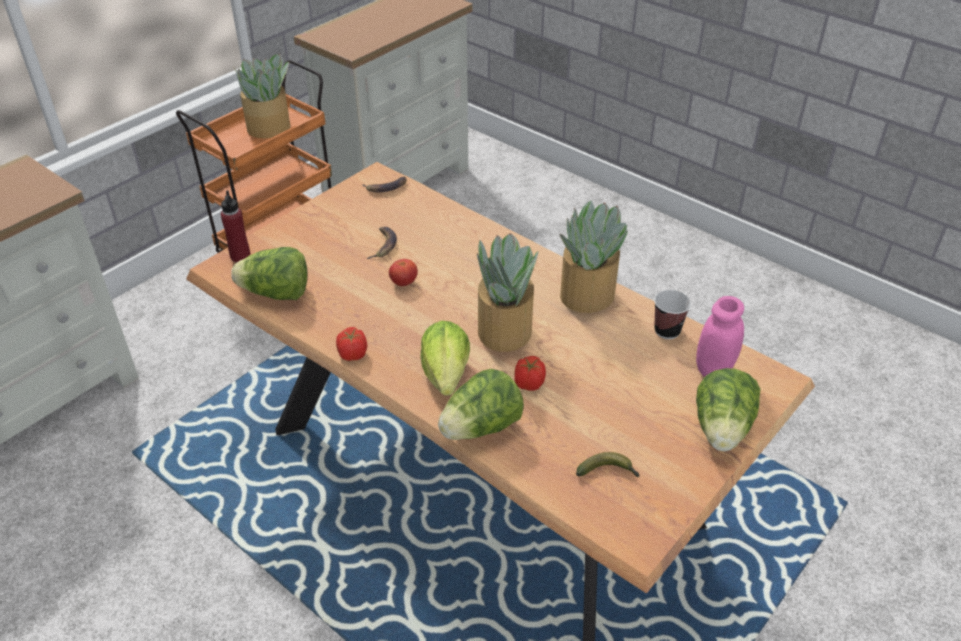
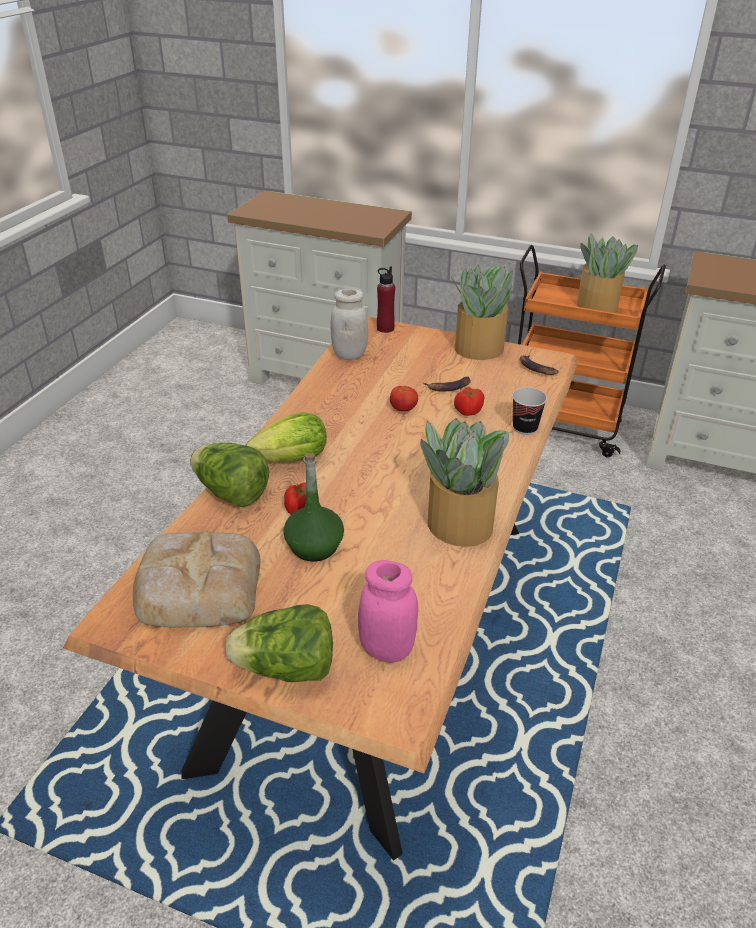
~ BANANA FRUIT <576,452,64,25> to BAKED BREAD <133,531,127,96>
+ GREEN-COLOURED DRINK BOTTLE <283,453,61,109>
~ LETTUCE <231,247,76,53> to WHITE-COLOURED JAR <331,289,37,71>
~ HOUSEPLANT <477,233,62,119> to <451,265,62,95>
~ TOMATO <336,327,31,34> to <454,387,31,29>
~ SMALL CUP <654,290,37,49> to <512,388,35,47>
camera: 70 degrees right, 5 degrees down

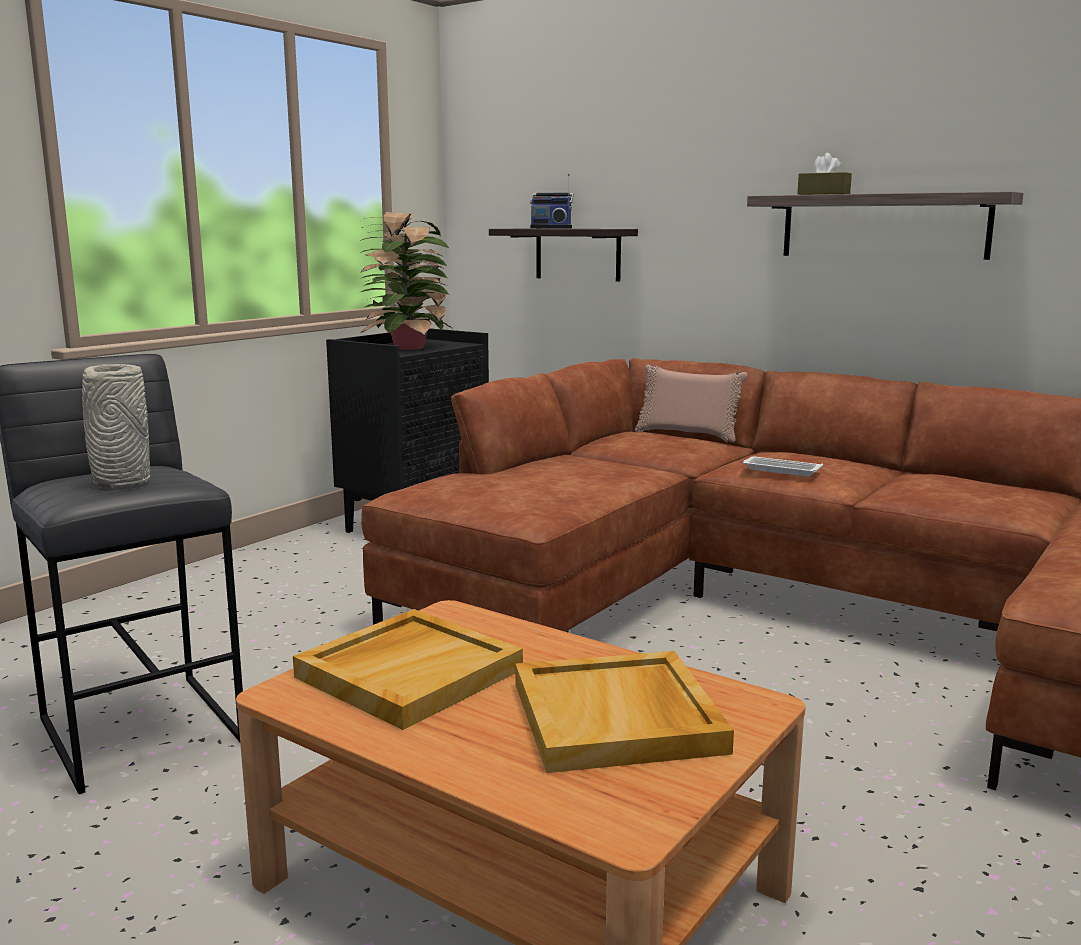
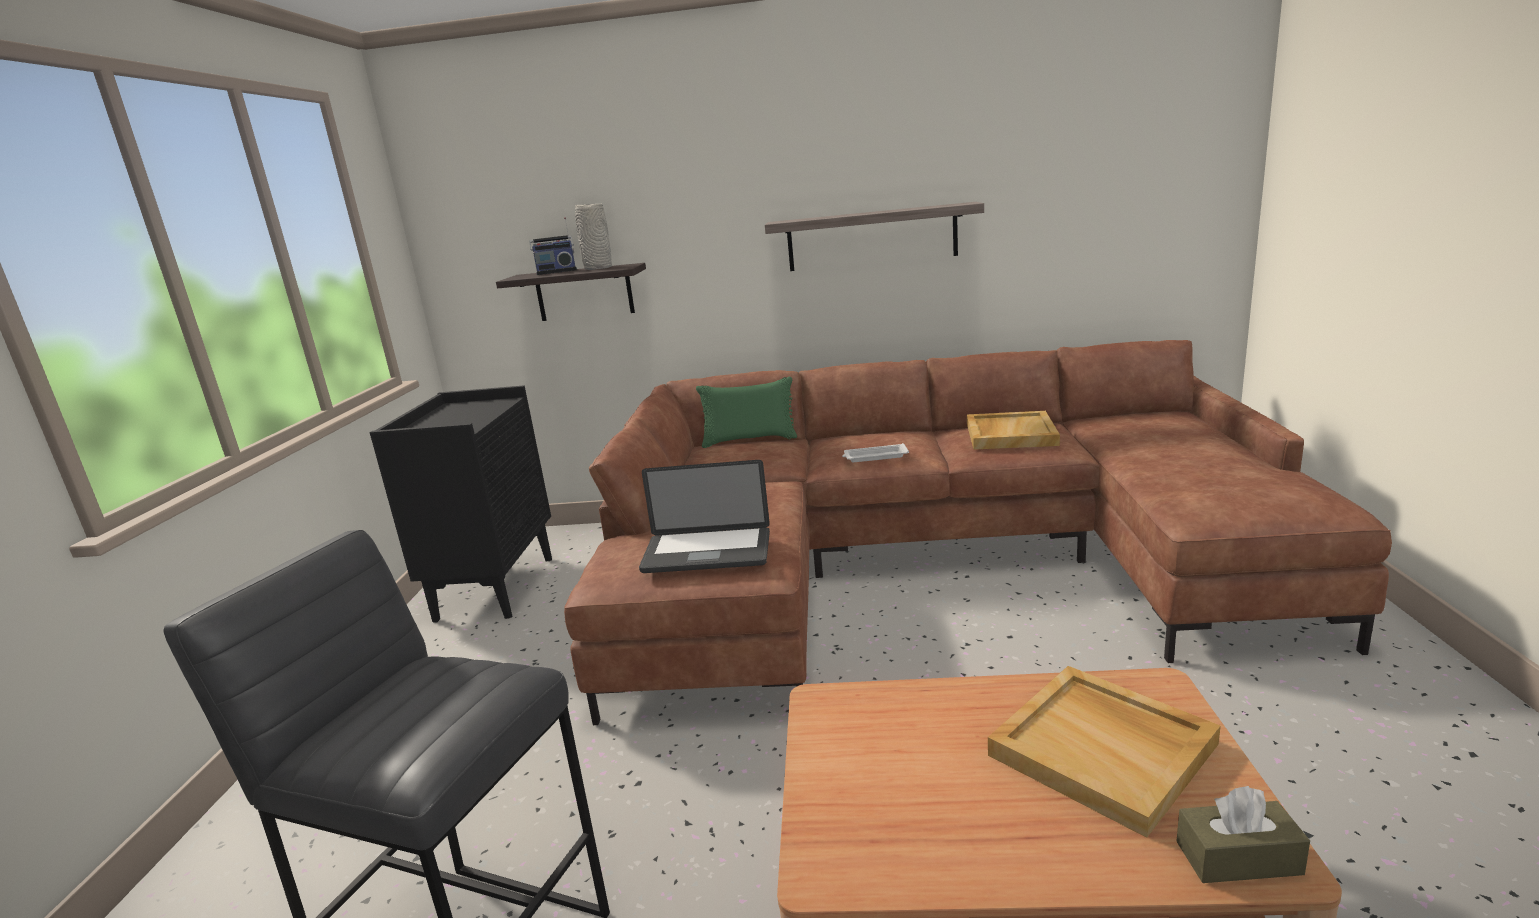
~ GREYISH VASE <82,364,68,126> to <575,204,37,66>
+ LAPTOP <639,460,131,113>
~ SAND-COLOURED CUSHION <635,365,112,78> to GREEN-COLOURED CUSHION <696,377,101,71>
~ SAND-COLOURED SERVING TRAY <293,609,230,121> to <967,411,93,38>
~ BROWN BOX OF TISSUES <797,153,55,42> to <1176,786,134,97>
- HOUSEPLANT <359,212,95,138>
camera: 30 degrees left, 5 degrees up

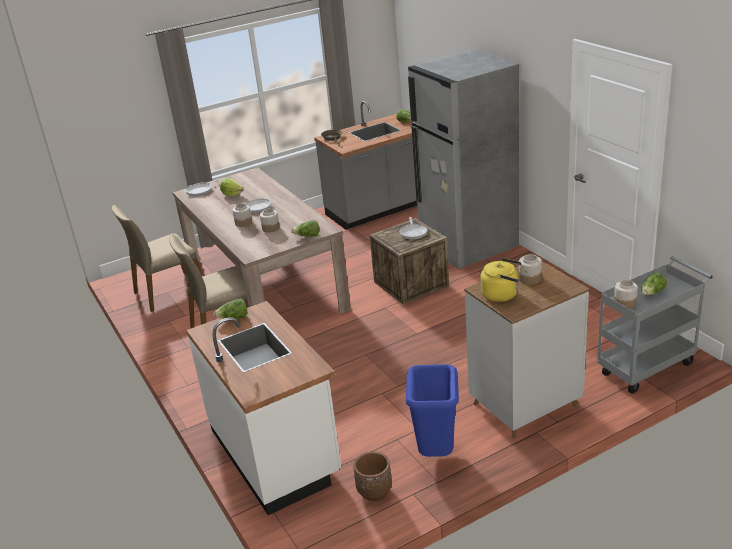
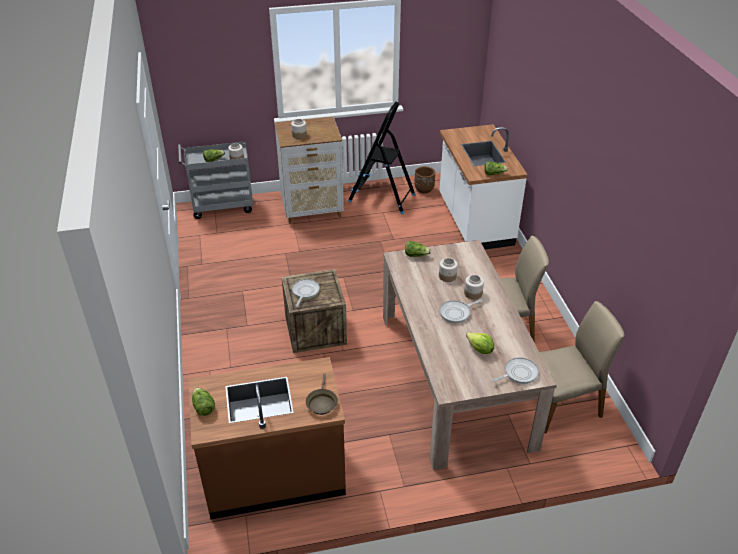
~ GREYISH COUNTER <314,101,103,129> to BROWN COUNTER <189,357,157,162>
~ BLUISH WASTE BIN <406,364,53,93> to BLACK STEP STOOL <348,101,68,113>
- GREYISH REFRIGERATOR <408,50,111,219>
- YELLOW WATER KETTLE <480,258,42,44>
camera: 165 degrees left, 10 degrees up

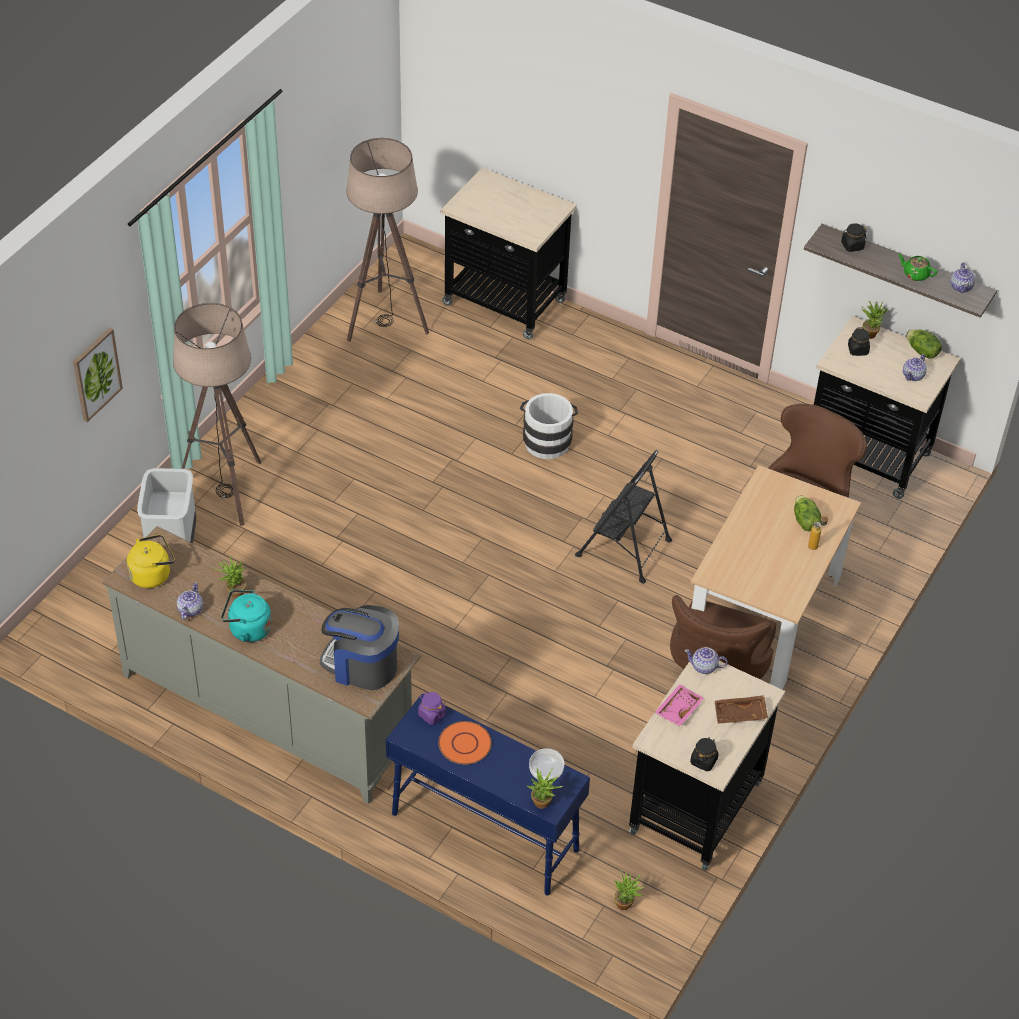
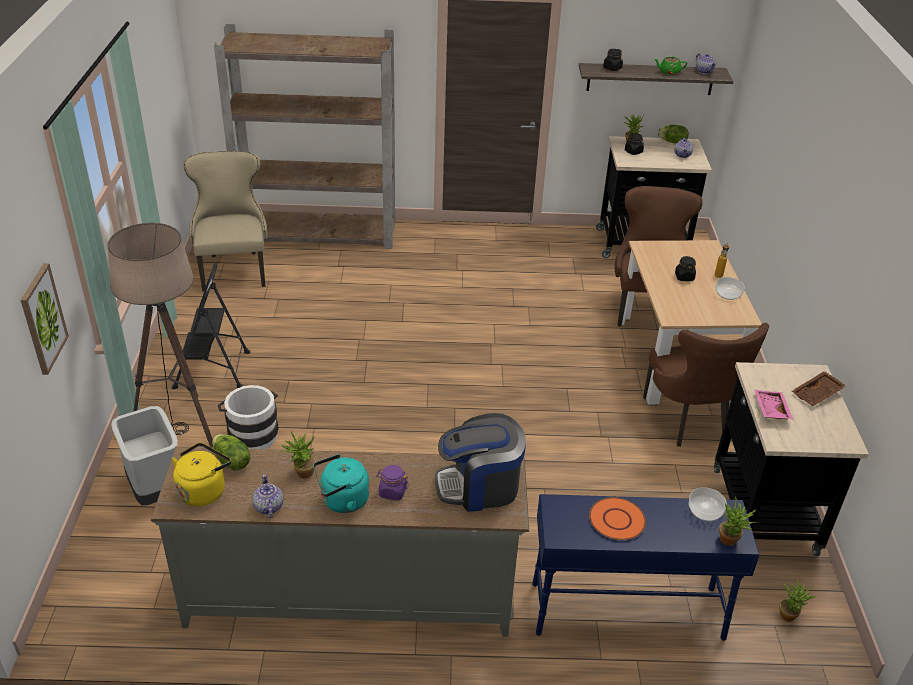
~ BLACK STEP STOOL <575,450,97,134> to <172,262,78,127>
~ STANDING LAMP <346,138,83,204> to SAND-COLOURED UPRIGHT CHAIR <183,151,85,140>
~ LETTUCE <794,495,27,36> to <212,434,38,37>
~ BLACK WHEELED CART <441,168,136,172> to BROWN BOOKCASE <214,24,181,225>
~ WHITE-COLOURED WATER BUCKET <520,393,58,66> to <218,385,61,64>
~ PURPLISH JAR <418,692,28,33> to <376,465,33,36>
~ BLACK JAR <690,737,28,34> to <675,256,21,25>
+ BOWL <716,277,29,23>
- TEAPOT <684,647,44,27>
camera: 30 degrees left, 10 degrees down

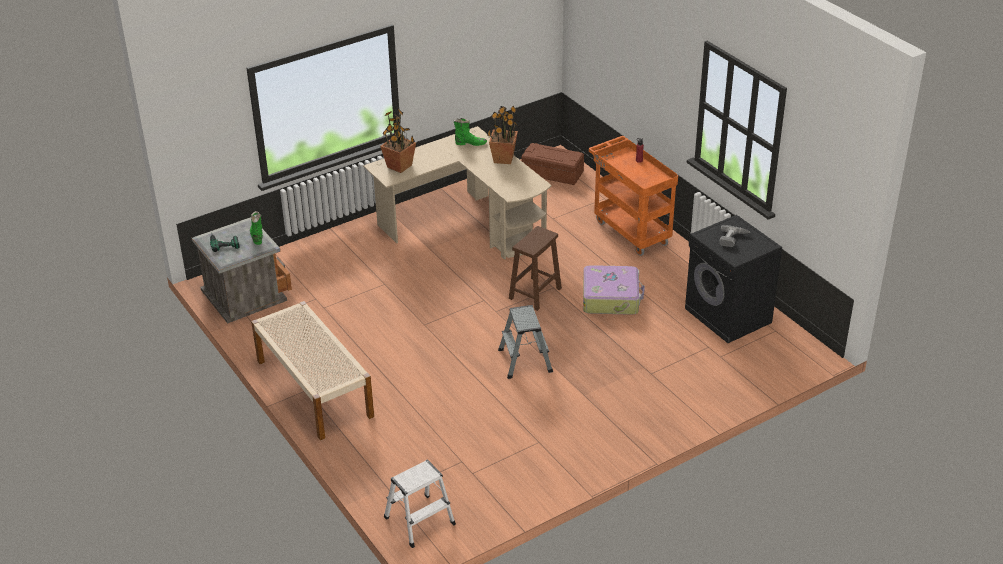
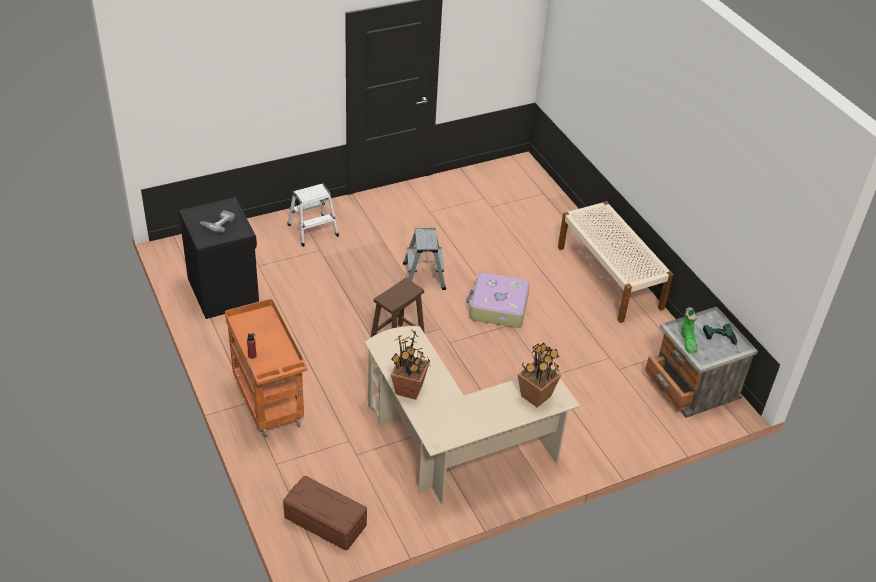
~ WHITE-COLOURED STEP STOOL <384,459,72,89> to <287,183,52,64>
~ PIECE OF LUGGAGE <583,265,62,50> to <466,273,64,55>
- GREEN-COLOURED TALL BOOT <453,118,34,28>
camera: 175 degrees left, 5 degrees up

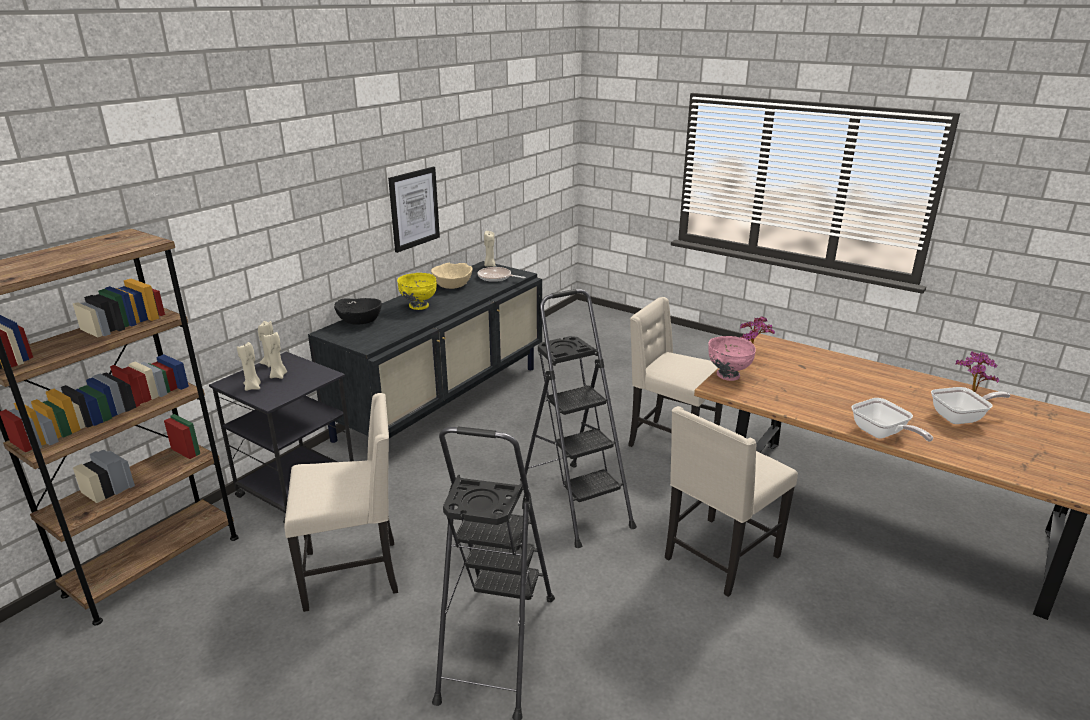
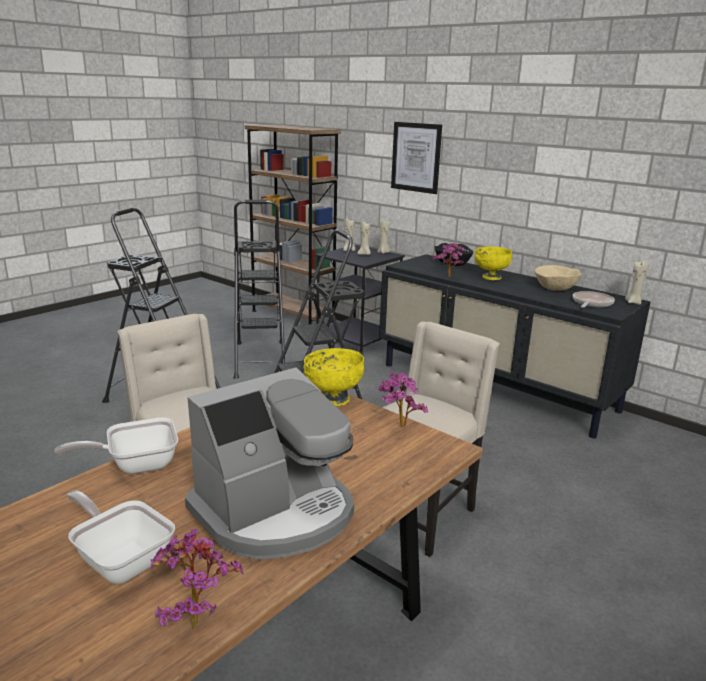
~ SKILLET <931,387,80,37> = <66,490,109,94> 135 degrees clockwise
+ COFFEE MAKER <185,367,169,193>
~ SAND-COLOURED UPRIGHT CHAIR <284,393,114,219> to STEP STOOL <233,200,52,179>
~ PINK-COLOURED BOWL <708,336,47,45> to YELLOW BOWL <303,348,61,58>
~ WALL ART <388,167,52,86> to <391,122,51,72>
+ HOUSEPLANT <432,243,33,34>
camera: 95 degrees right, 5 degrees down

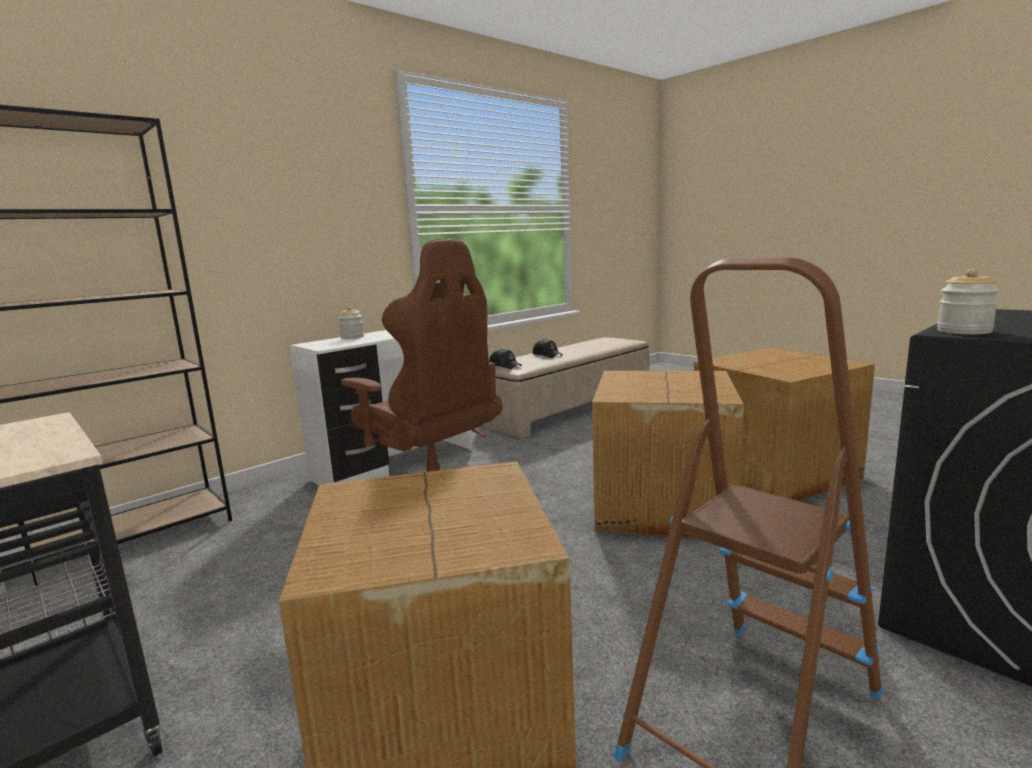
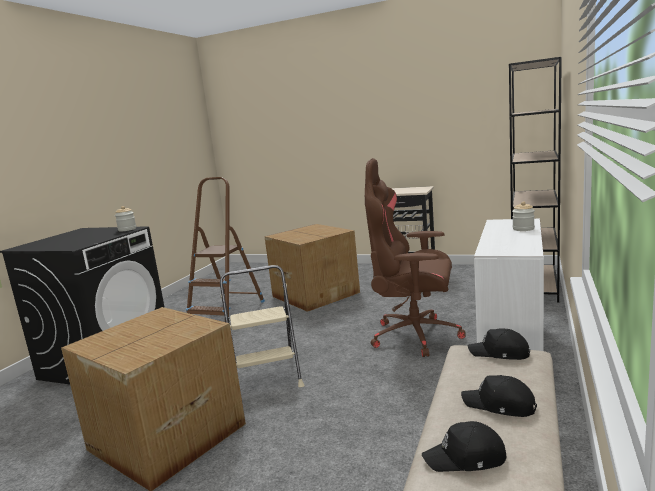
~ CARTON <592,371,152,167> to SAND-COLOURED STEP STOOL <220,265,85,122>
+ BLACK PEAKED CAP <422,421,84,51>
camera: 155 degrees right, 0 degrees up

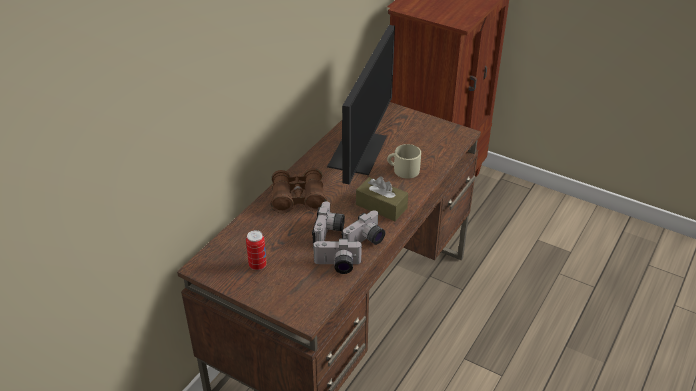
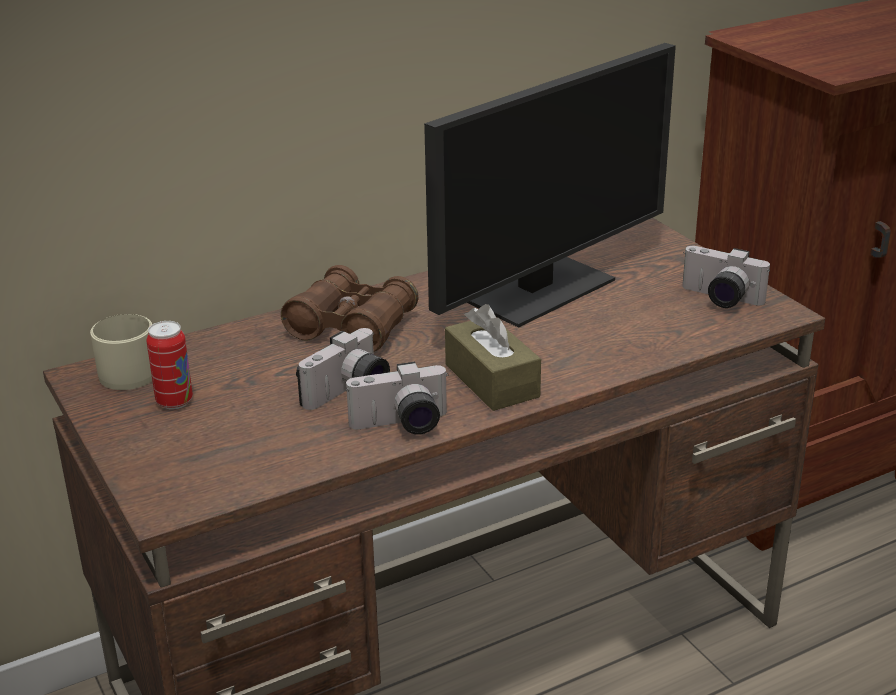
~ SAND-COLOURED MUG <387,144,34,35> to <90,314,62,76>
~ PHOTO CAMERA <313,238,50,36> to <682,246,88,62>
camera: 30 degrees right, 10 degrees down

